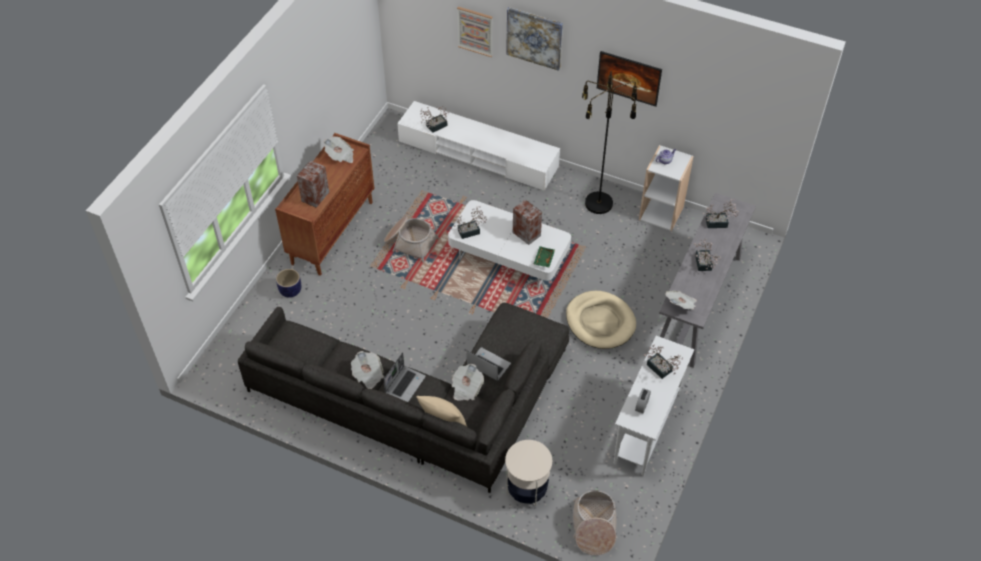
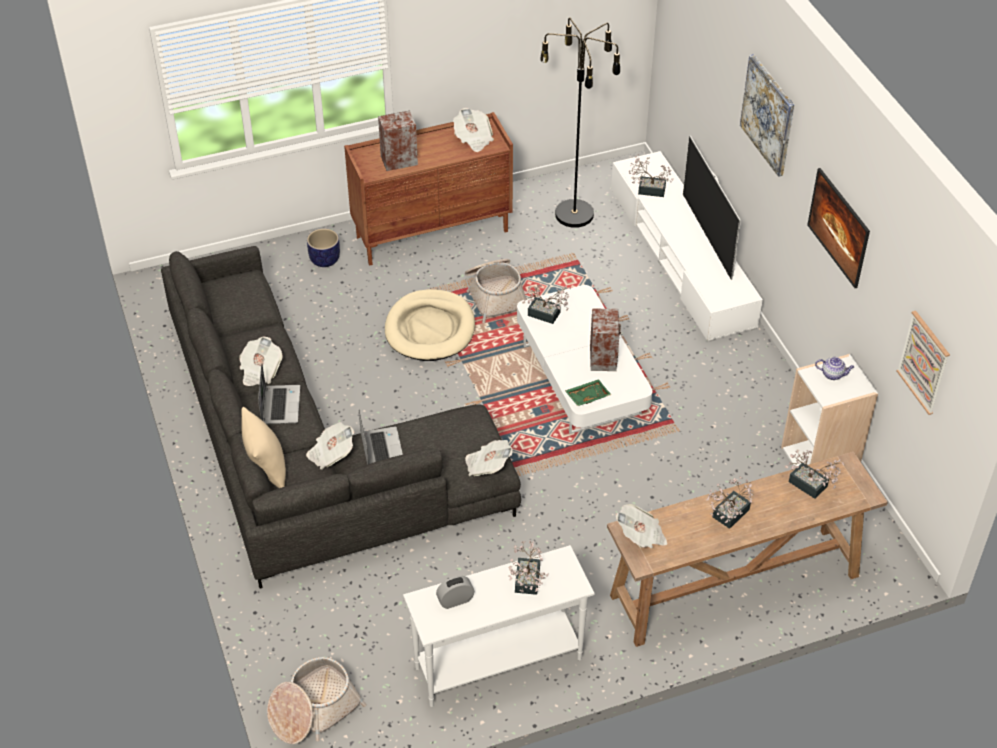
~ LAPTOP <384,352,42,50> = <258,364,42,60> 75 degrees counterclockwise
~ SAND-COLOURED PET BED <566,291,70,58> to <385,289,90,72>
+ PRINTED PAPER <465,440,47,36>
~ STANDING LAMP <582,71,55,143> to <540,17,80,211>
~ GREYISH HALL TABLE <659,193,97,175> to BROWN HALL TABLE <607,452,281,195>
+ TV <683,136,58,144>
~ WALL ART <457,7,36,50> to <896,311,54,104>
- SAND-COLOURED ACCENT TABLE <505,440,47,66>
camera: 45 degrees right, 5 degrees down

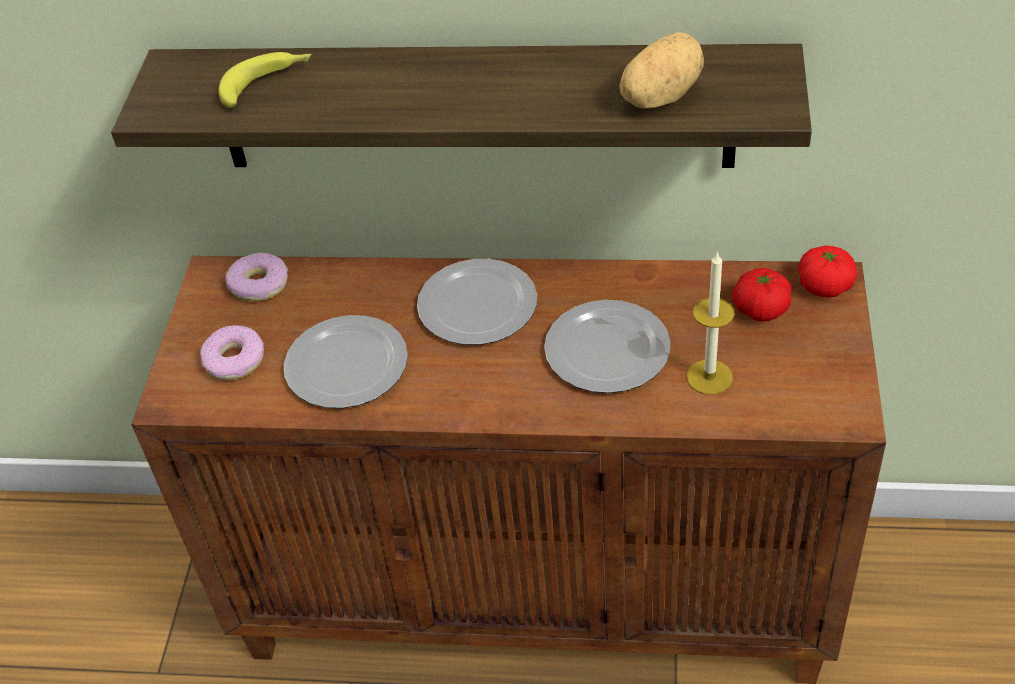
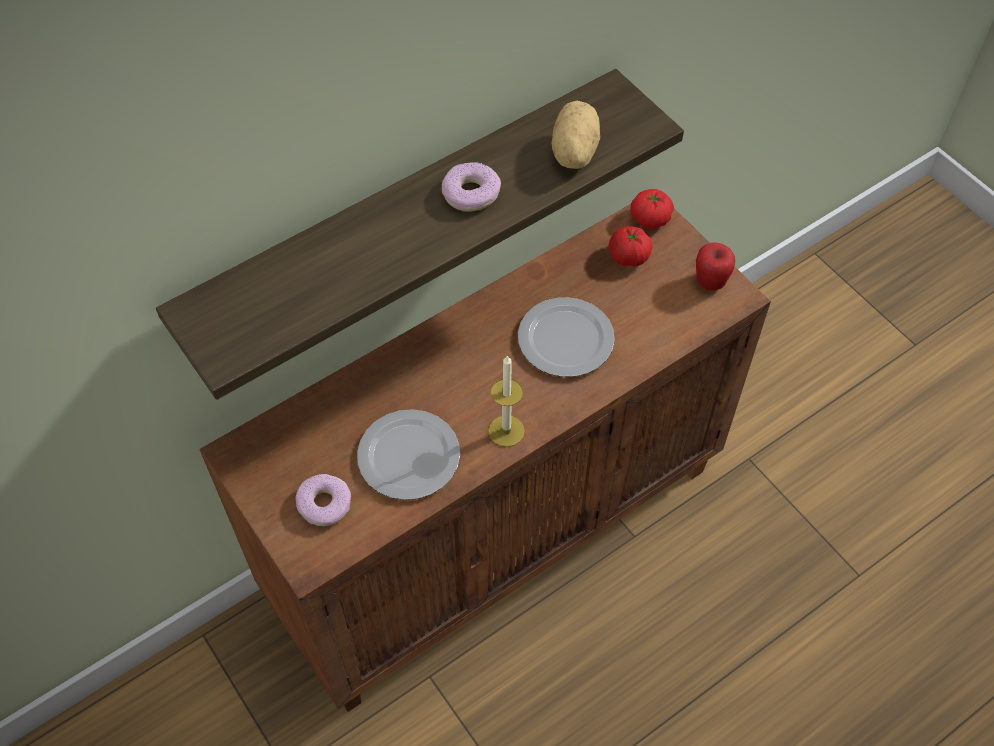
~ RING DOUGHNUT <225,253,63,49> to <442,162,59,50>
~ WAX LIGHT <687,251,47,144> to <488,355,37,92>
+ APPLE FRUIT <696,242,39,49>
- BANANA FRUIT <219,52,93,56>
- FLAT DISH <417,259,120,86>
camera: 45 degrees left, 10 degrees up

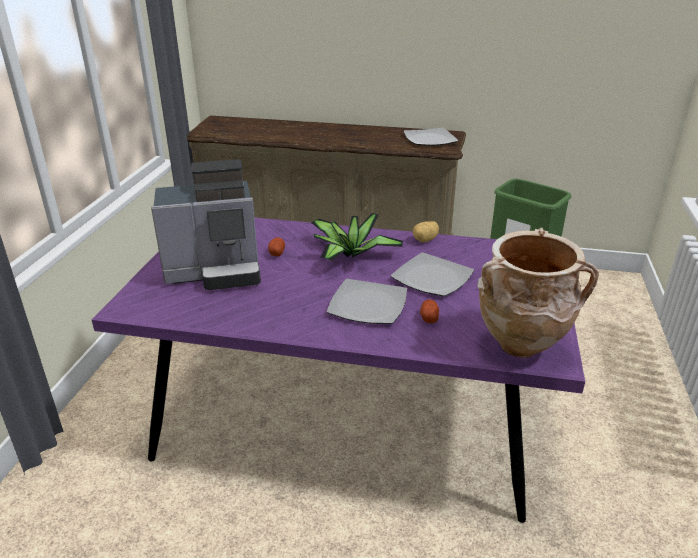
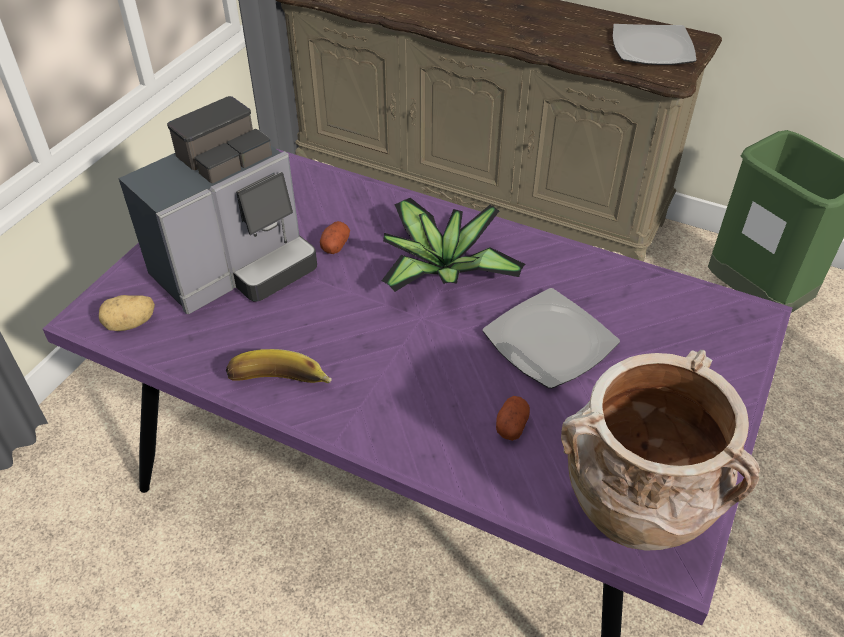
~ POTATO <413,221,26,21> to <99,295,56,36>
~ COFFEE MAKER <151,159,110,131> = <118,96,199,218> 45 degrees counterclockwise
+ BANANA FRUIT <226,349,106,34>
- FLAT DISH <327,279,80,45>
camera: 15 degrees right, 15 degrees up

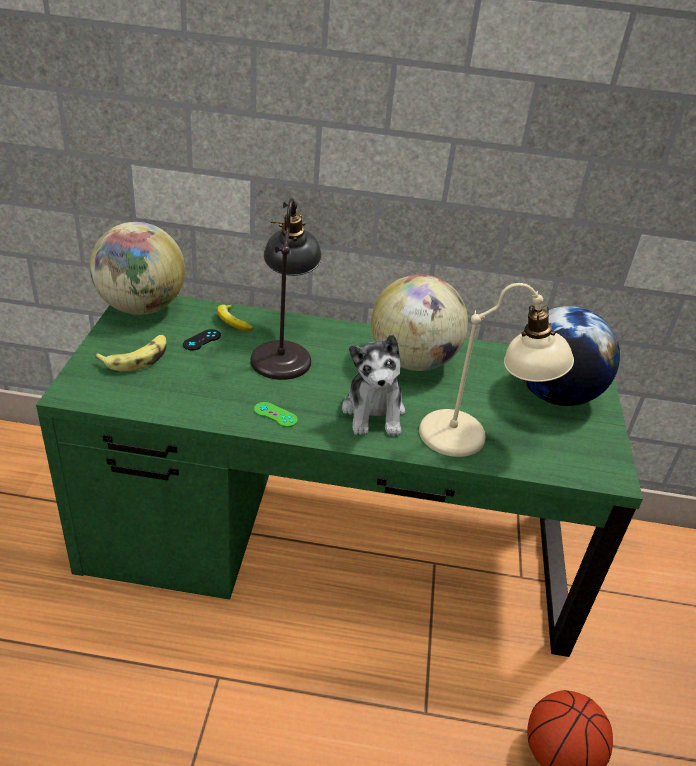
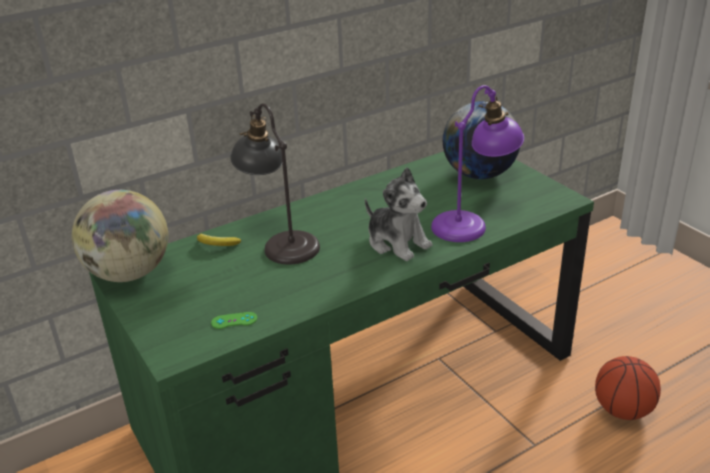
~ GREEN-COLOURED GAMEPAD <254,402,44,25> to <211,312,46,17>
~ SAND-COLOURED LAMP FOR A TABLE <419,283,155,174> to PURPLISH LAMP FOR A TABLE <431,85,93,157>
- BANANA FRUIT <95,335,72,36>
- BLACK GAMEPAD <183,329,38,21>
- GLOBE <371,274,97,97>
camera: 35 degrees left, 5 degrees down

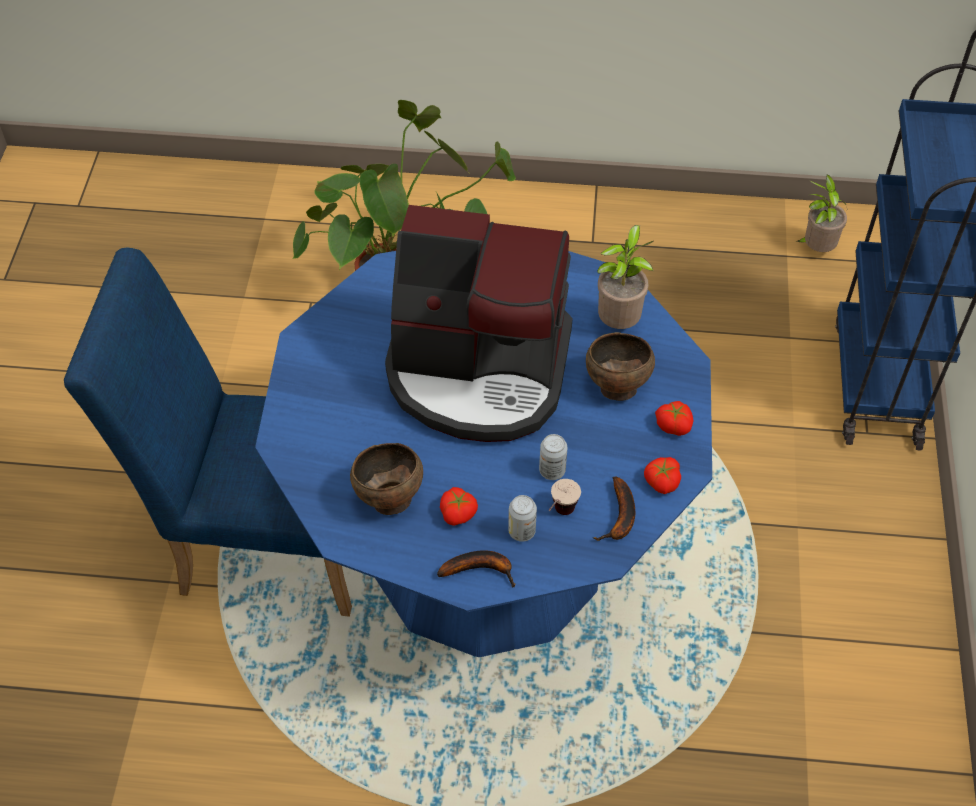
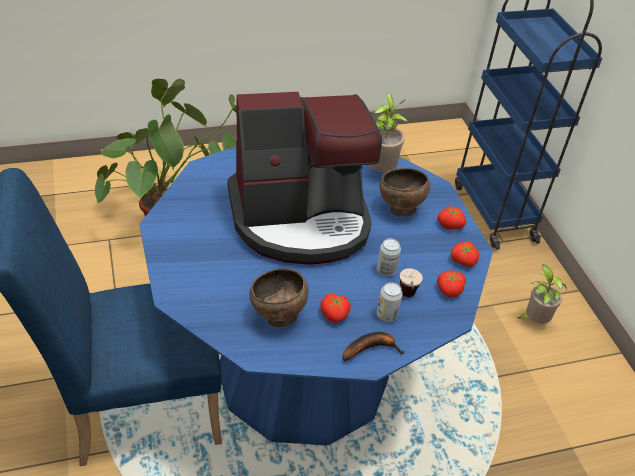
~ BANANA FRUIT <594,476,41,65> to TOMATO <437,270,29,27>
~ HOUSEPLANT <797,175,50,77> to <518,264,49,60>
camera: 25 degrees left, 10 degrees down

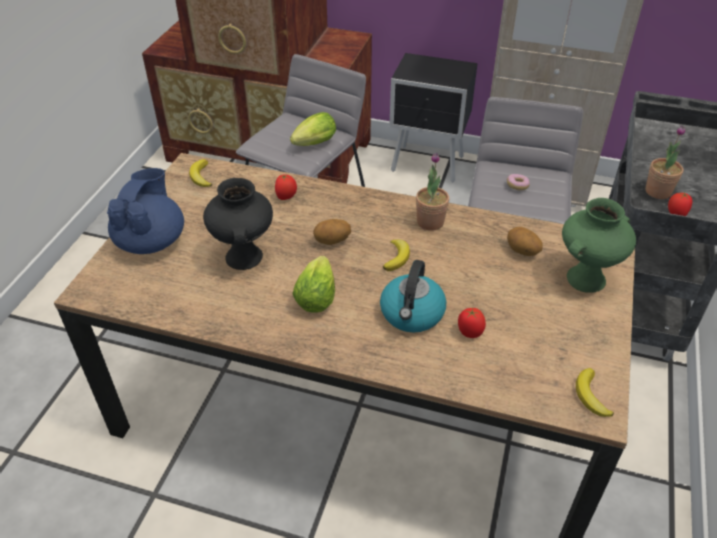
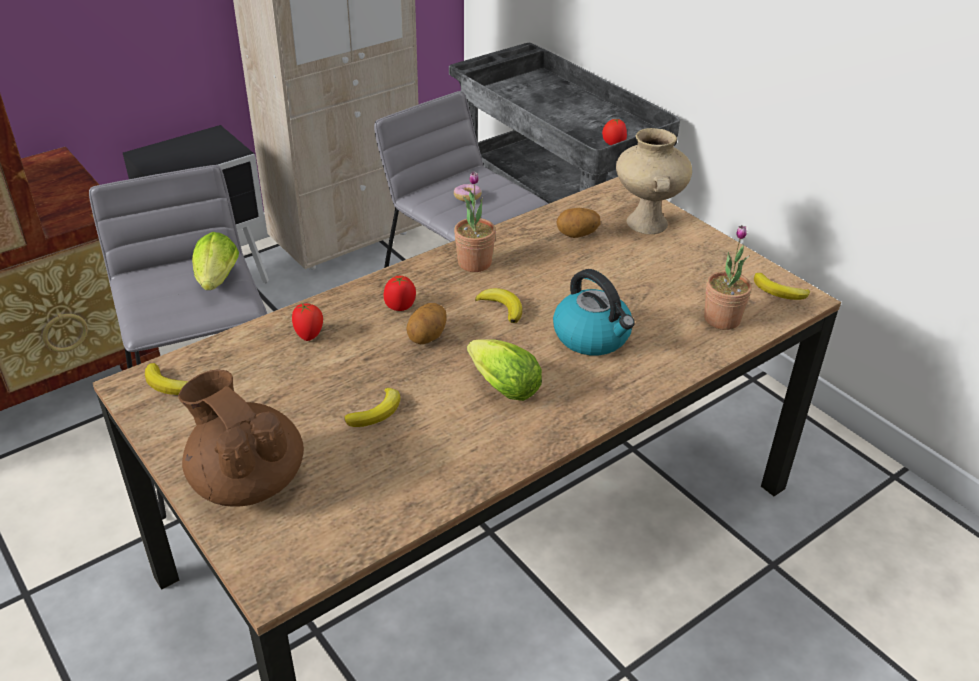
~ BLUISH TEAPOT <107,168,77,86> to BROWN TEAPOT <178,370,126,137>
~ BLACK VASE <203,178,70,92> to BANANA FRUIT <344,388,56,39>
~ TOMATO <458,308,28,30> to <384,276,32,35>
~ GREEN-COLOURED VASE <562,198,74,95> to SAND-COLOURED VASE <616,128,76,106>
~ HOUSEPLANT <645,125,40,74> to <704,225,48,105>
camera: 55 degrees left, 5 degrees down

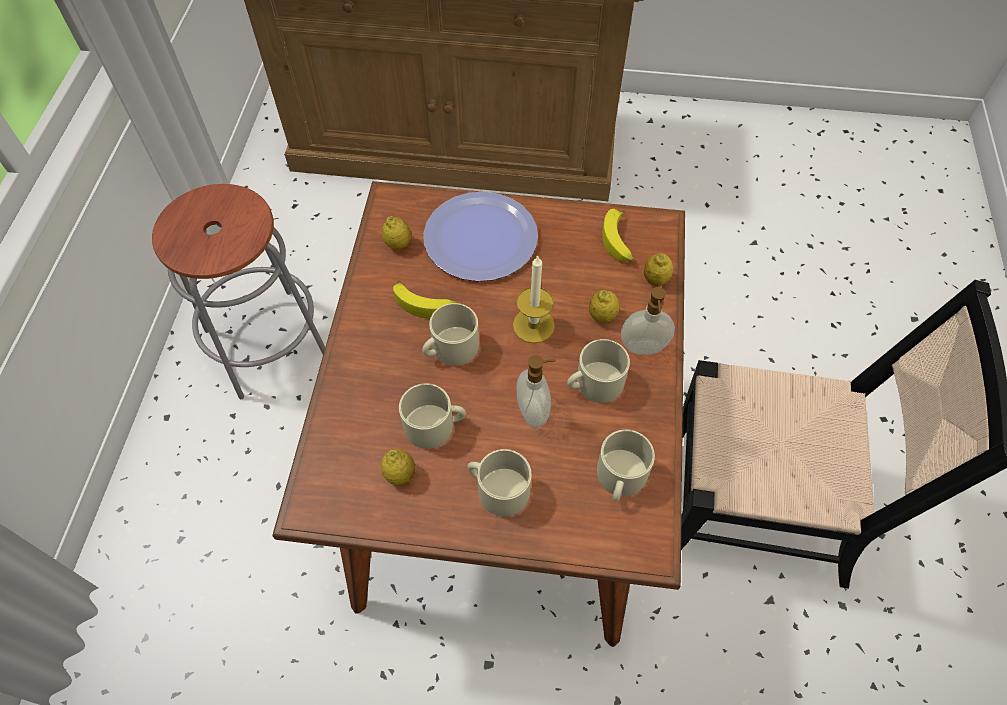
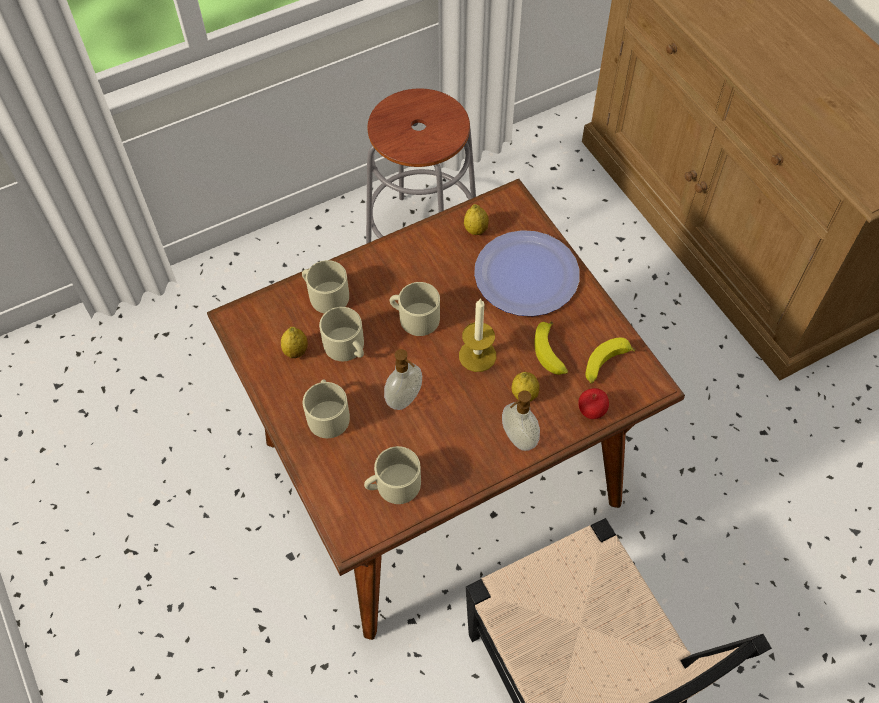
~ SAND-COLOURED MUG <567,339,63,64> to <302,260,47,54>
~ BANANA FRUIT <393,280,64,39> to <534,321,34,54>
~ CITRUS FRUIT <644,253,29,33> to APPLE FRUIT <579,388,30,31>
camera: 55 degrees right, 0 degrees up

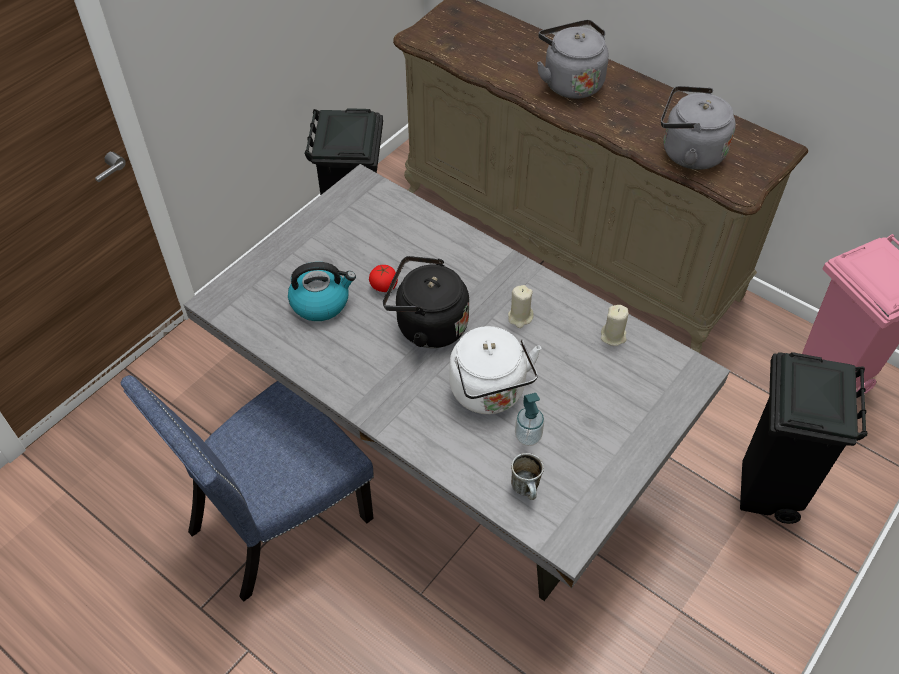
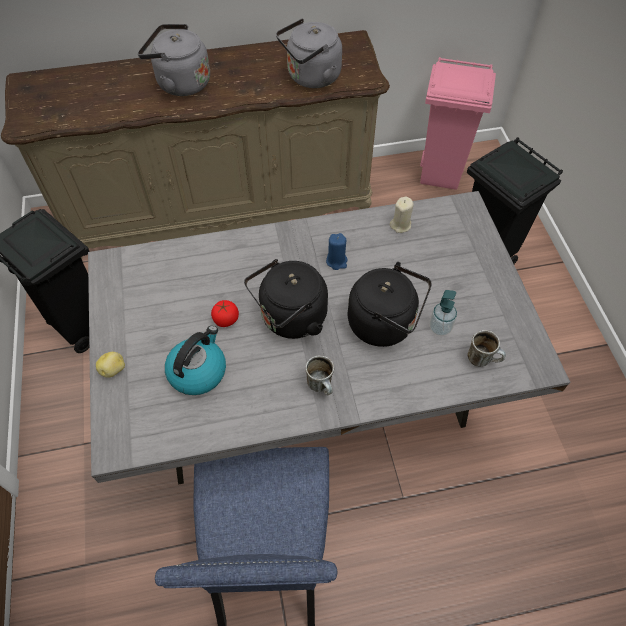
+ POTATO <96,352,29,26>
+ MUG <306,356,28,39>
~ SAND-COLOURED WAX LIGHT <508,285,26,43> to BLUISH WAX LIGHT <326,233,22,37>
~ WHITE-COLOURED WATER KETTLE <449,326,92,88> to BLACK WATER KETTLE <348,262,84,85>
camera: 50 degrees left, 5 degrees up

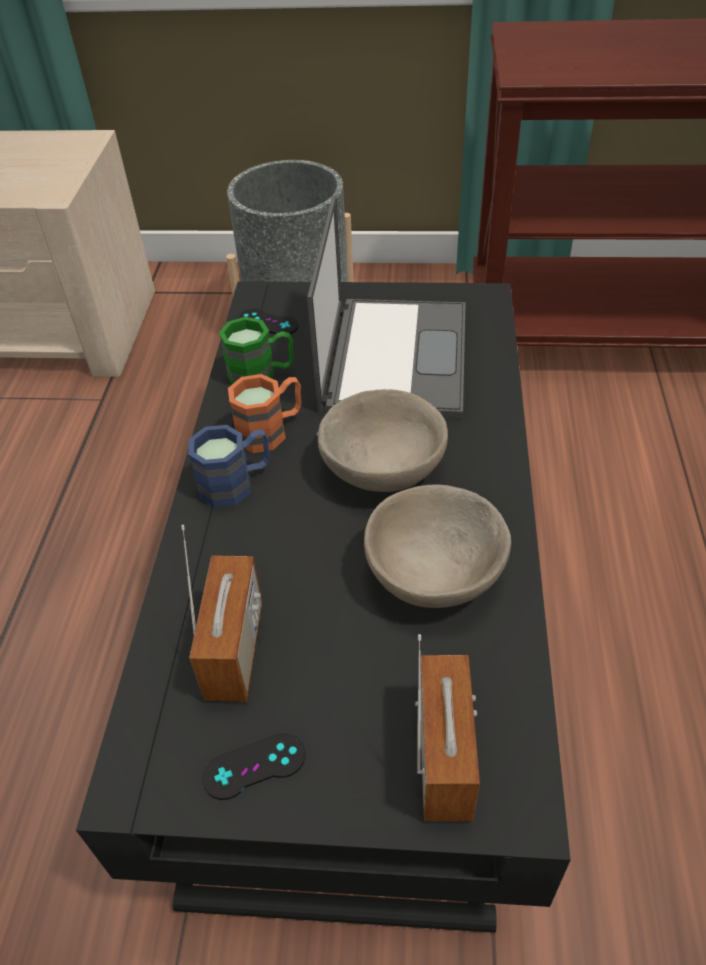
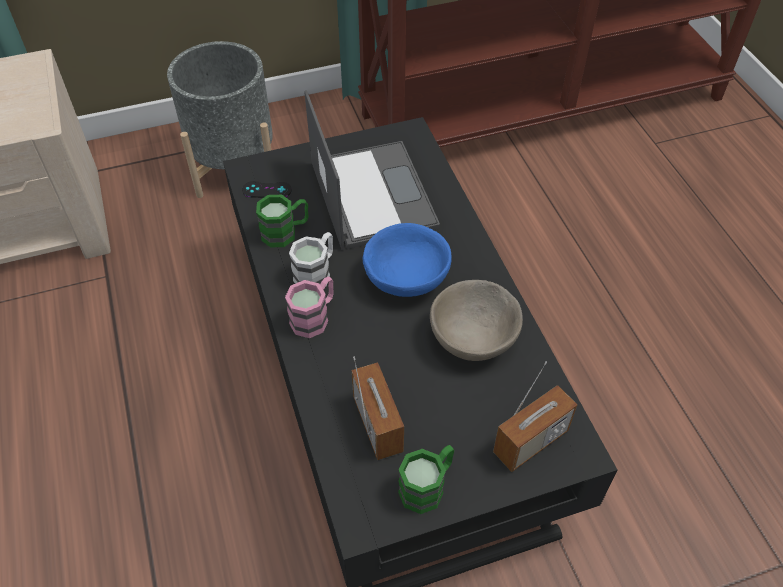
~ BLUISH MUG <188,425,82,83> to PINK-COLOURED MUG <285,276,48,62>
~ ORANGE MUG <228,374,73,79> to WHITE-COLOURED MUG <289,232,44,55>
~ SAND-COLOURED BOWL <317,389,131,103> to BLUISH BOWL <363,223,89,74>
~ BLACK GAMEPAD <202,733,103,67> to GREEN-COLOURED MUG <398,445,56,69>
~ RADIO <415,634,65,188> = <493,361,84,111> 75 degrees clockwise
camera: 25 degrees left, 5 degrees up

